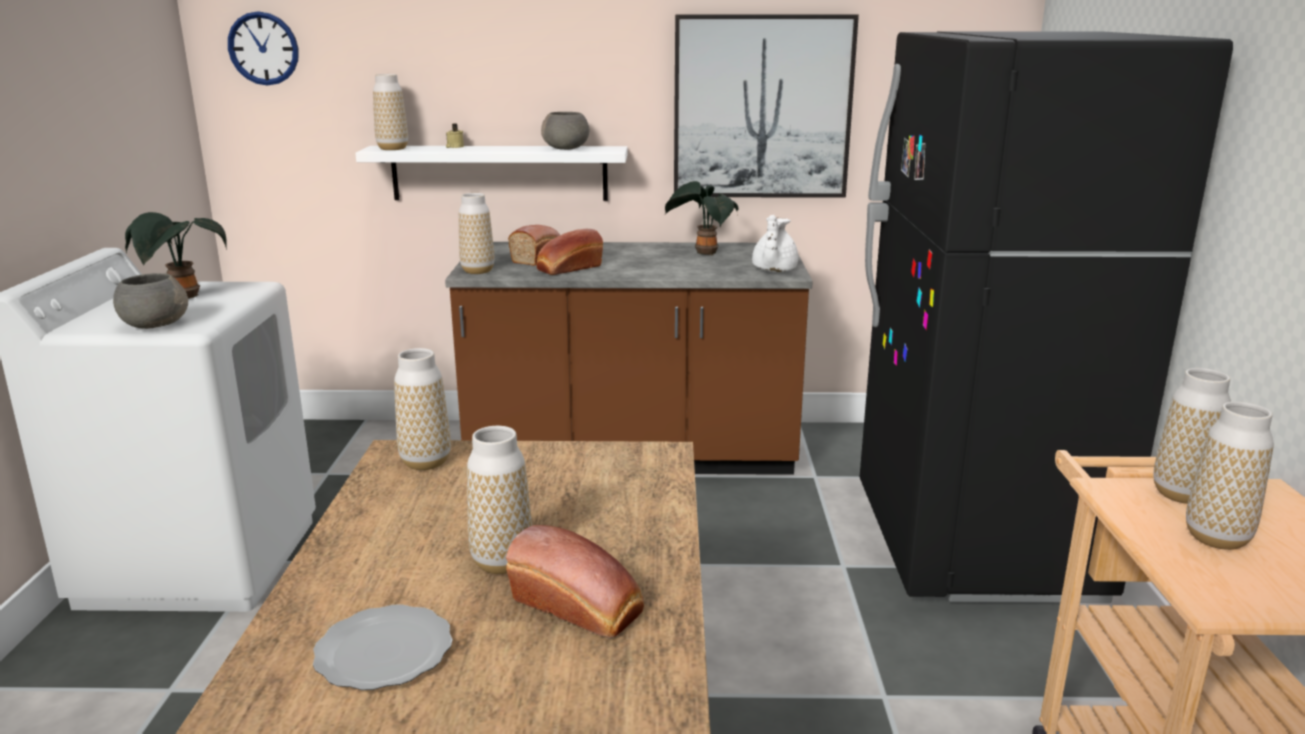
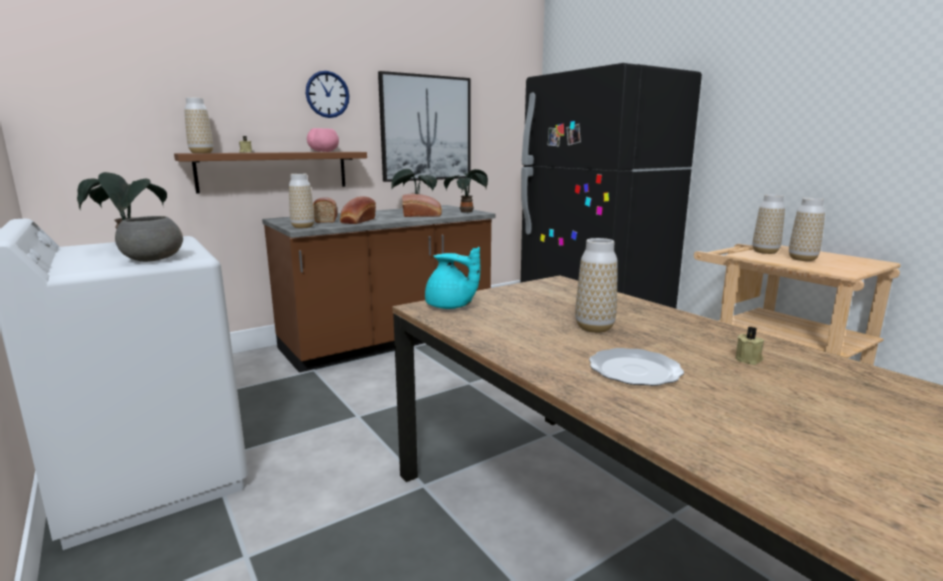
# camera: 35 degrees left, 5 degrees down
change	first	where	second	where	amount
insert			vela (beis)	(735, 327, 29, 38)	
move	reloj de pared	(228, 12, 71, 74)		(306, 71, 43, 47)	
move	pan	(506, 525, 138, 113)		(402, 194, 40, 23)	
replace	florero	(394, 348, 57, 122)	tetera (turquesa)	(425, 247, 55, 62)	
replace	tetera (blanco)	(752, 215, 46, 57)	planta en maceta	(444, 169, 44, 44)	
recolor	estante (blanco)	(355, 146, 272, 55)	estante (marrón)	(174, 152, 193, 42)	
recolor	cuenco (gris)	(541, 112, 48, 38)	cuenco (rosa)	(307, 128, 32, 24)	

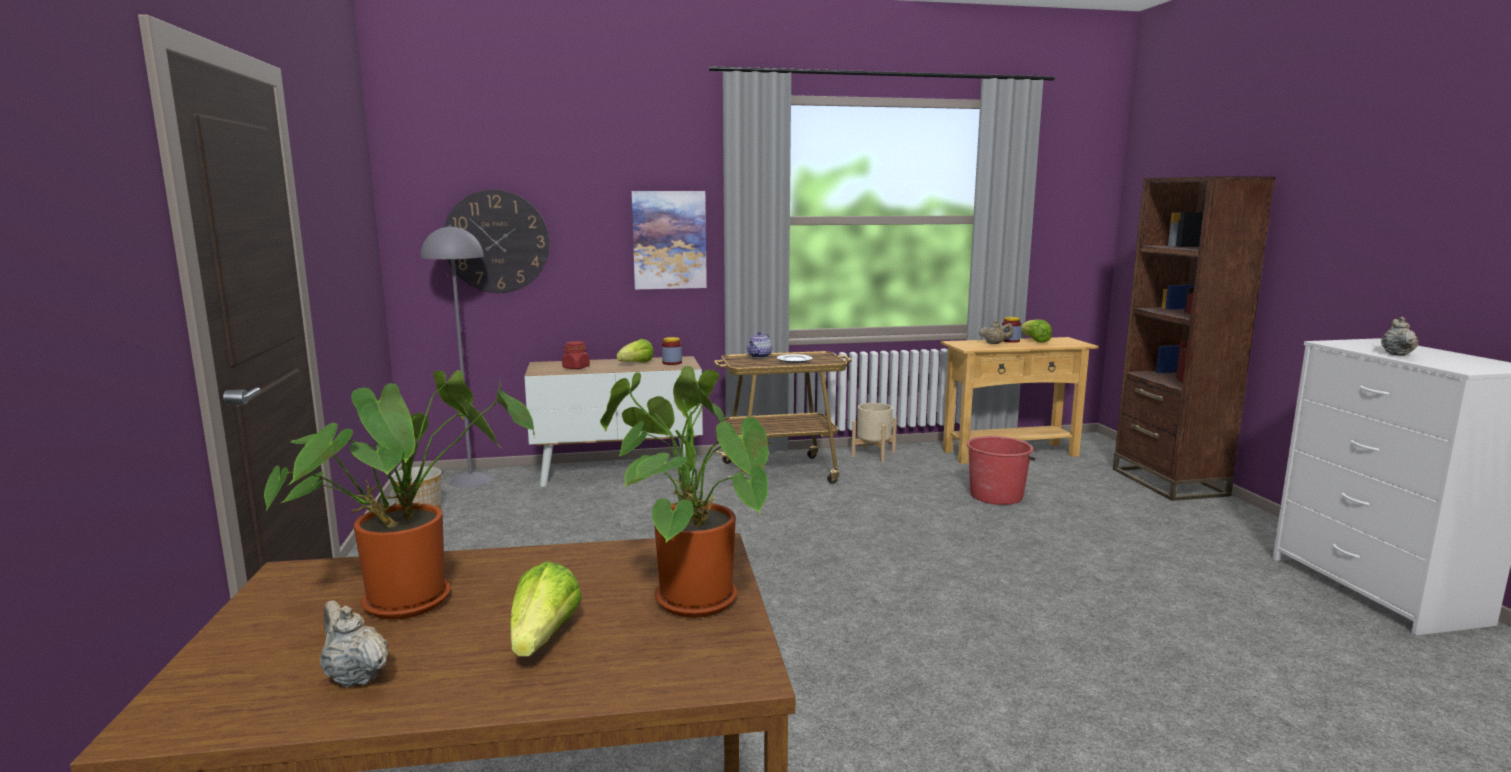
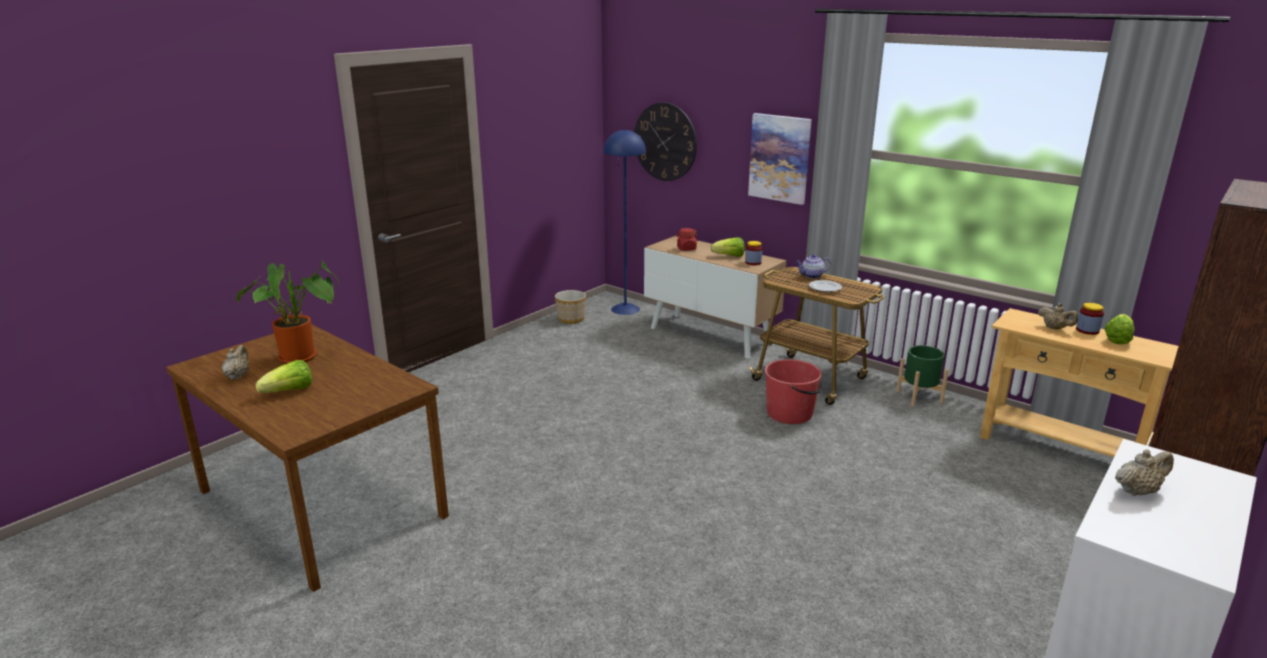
# camera: 50 degrees right, 10 degrees up
change	first	where	second	where	amount
delete	planta en maceta	(600, 366, 173, 252)			
move	cubo (rojo)	(967, 436, 69, 69)		(765, 359, 57, 65)	
recolor	lámpara de pie (gris)	(421, 225, 72, 263)	lámpara de pie (azul)	(604, 129, 42, 186)	
recolor	maceta (beis)	(851, 403, 46, 59)	maceta (verde)	(896, 346, 53, 60)	

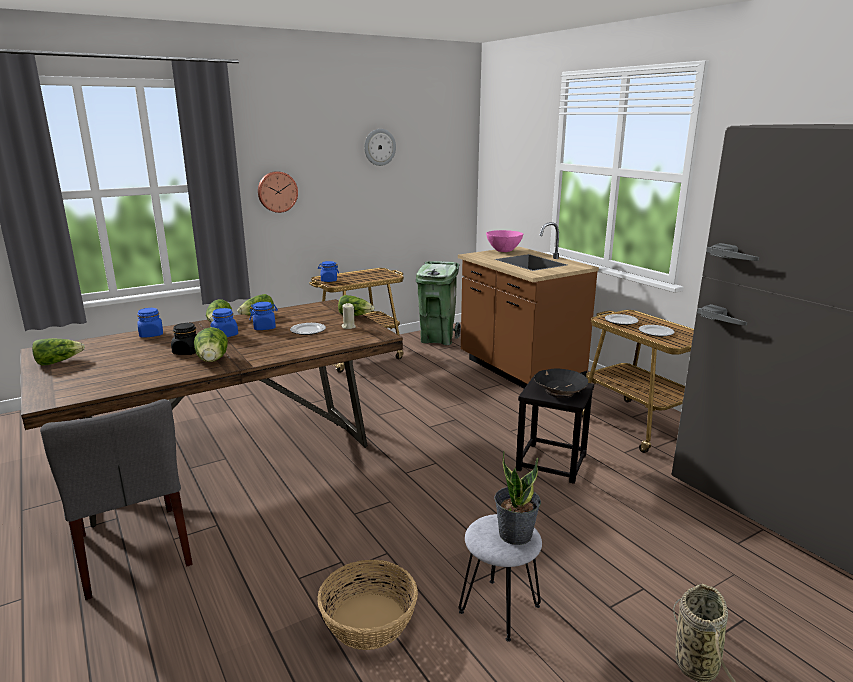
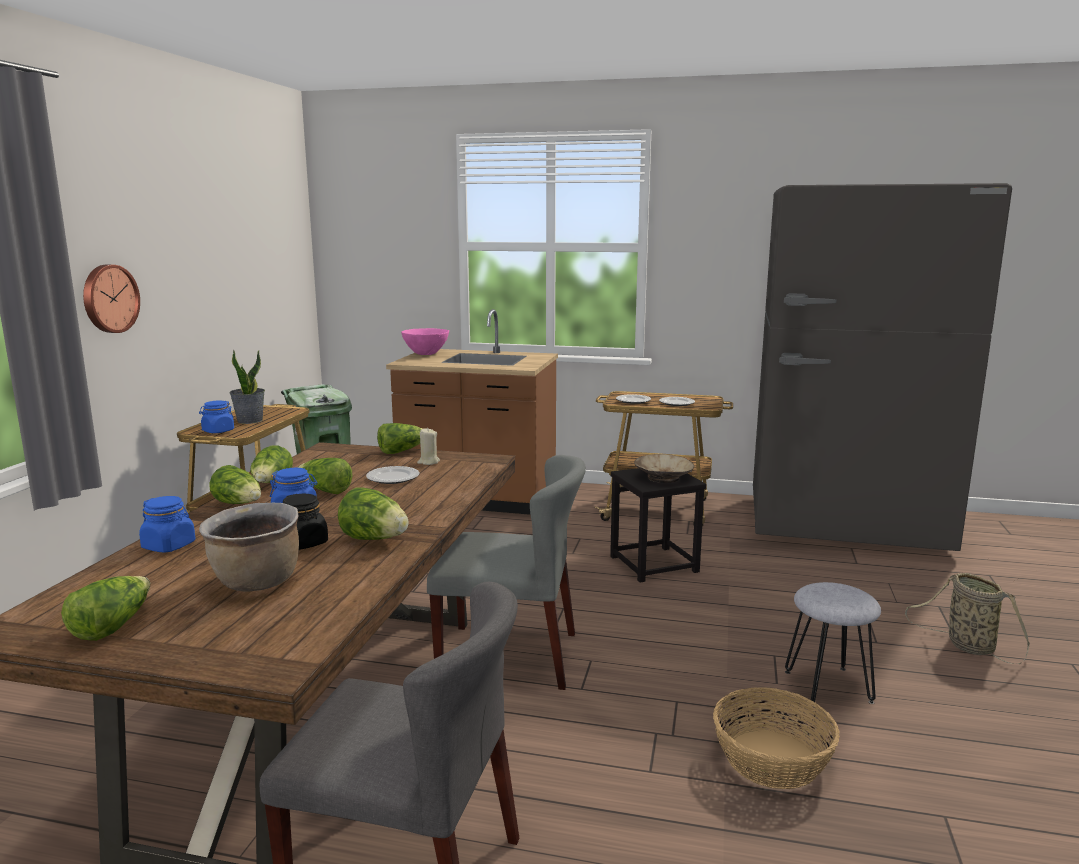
# camera: 45 degrees left, 5 degrees down
change	first	where	second	where	amount
delete	reloj de pared	(364, 129, 32, 37)			
insert			olla (marrón)	(199, 503, 100, 89)	
insert			silla (gris)	(427, 455, 159, 235)	
move	planta en maceta	(494, 451, 47, 94)		(229, 350, 36, 74)	
replace	tarro (azul)	(250, 302, 28, 28)	lechuga	(297, 458, 56, 36)	
recolor	cuenco (negro)	(534, 368, 54, 30)	cuenco (beis)	(634, 454, 60, 29)	

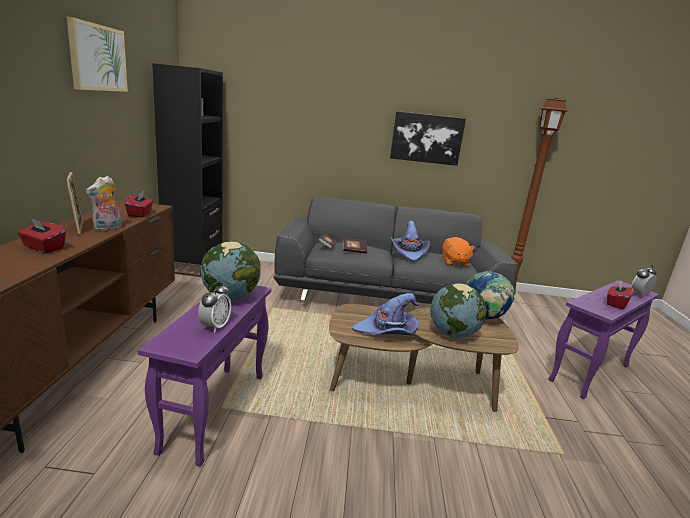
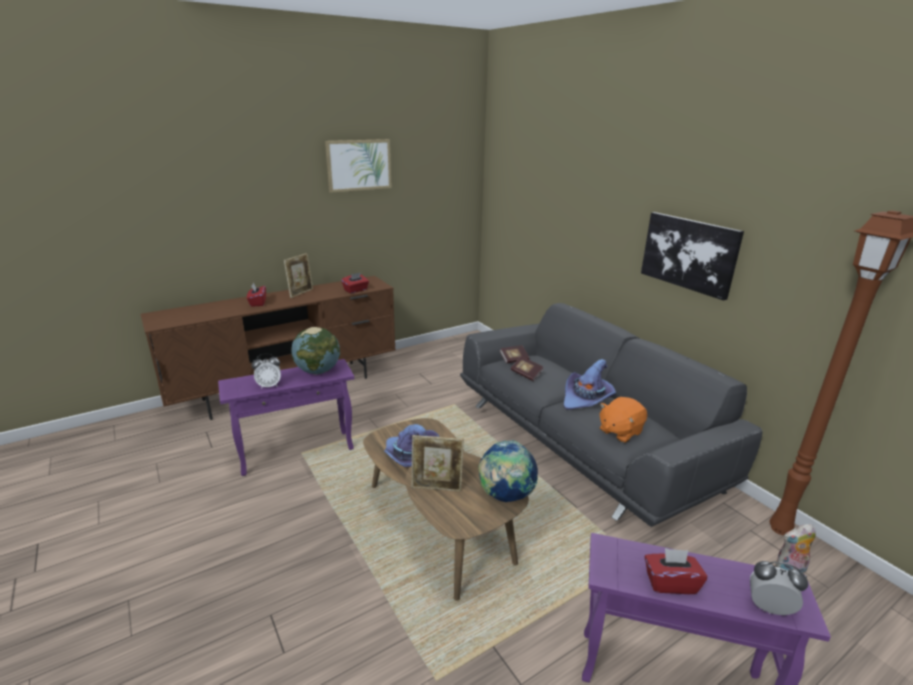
# camera: 55 degrees right, 5 degrees up
change	first	where	second	where	amount
delete	estantería (negro)	(152, 63, 71, 214)			
move	peluche	(86, 176, 35, 55)		(776, 524, 40, 49)	
replace	globo terráqueo	(430, 283, 57, 55)	portarretratos	(411, 435, 53, 57)	

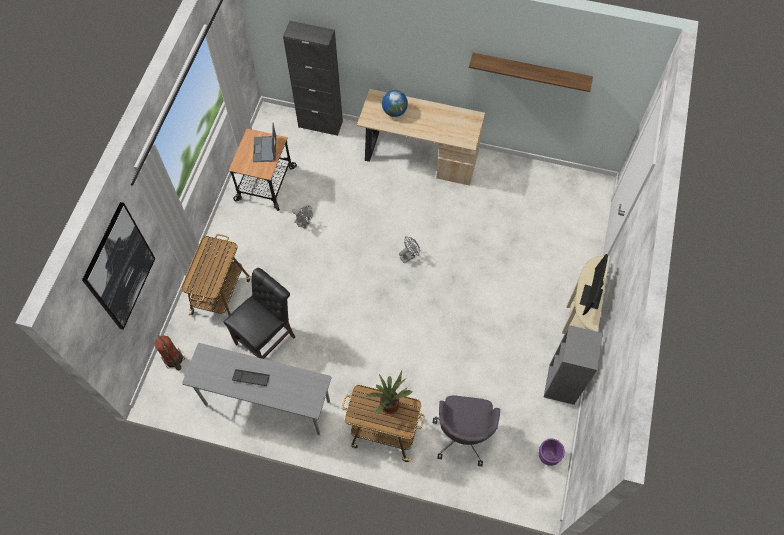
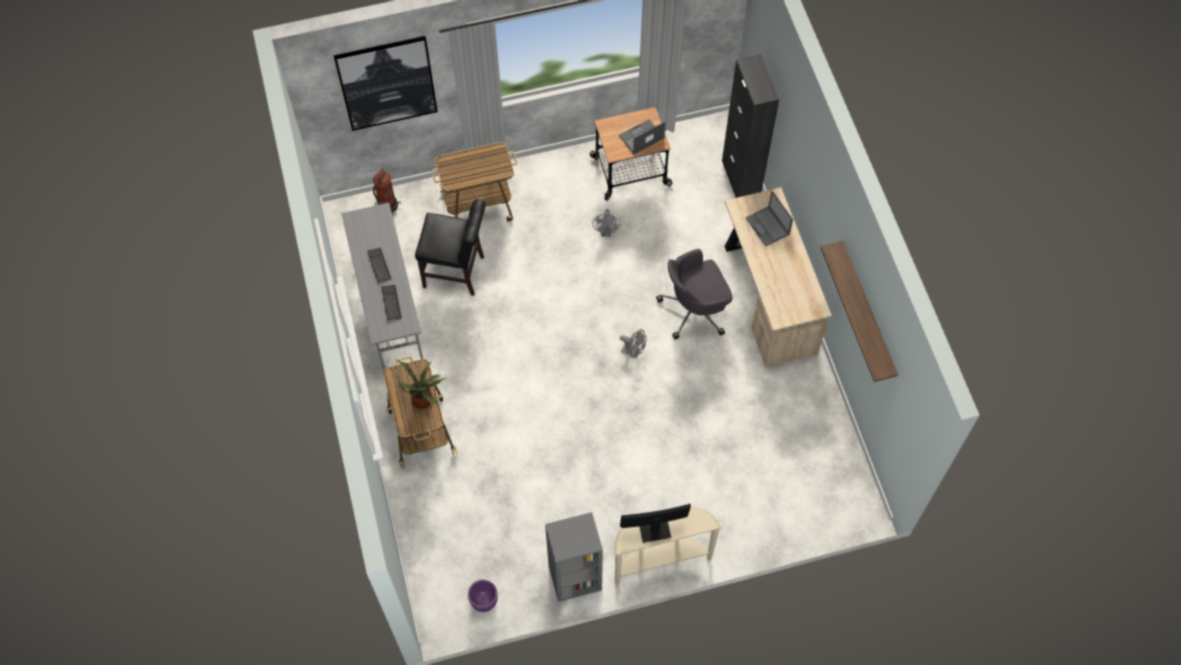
# camera: 60 degrees right, 0 degrees up
change	first	where	second	where	amount
insert			teclado	(381, 285, 21, 35)	
move	silla de oficina (gris)	(433, 396, 67, 70)		(656, 249, 76, 90)	
replace	globo terráqueo	(382, 90, 26, 27)	portátil	(745, 191, 48, 56)	

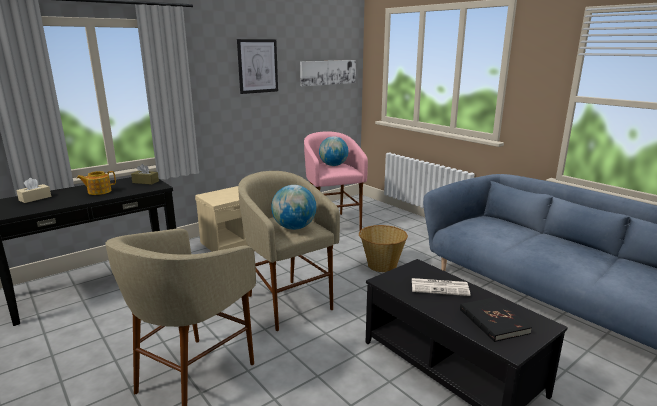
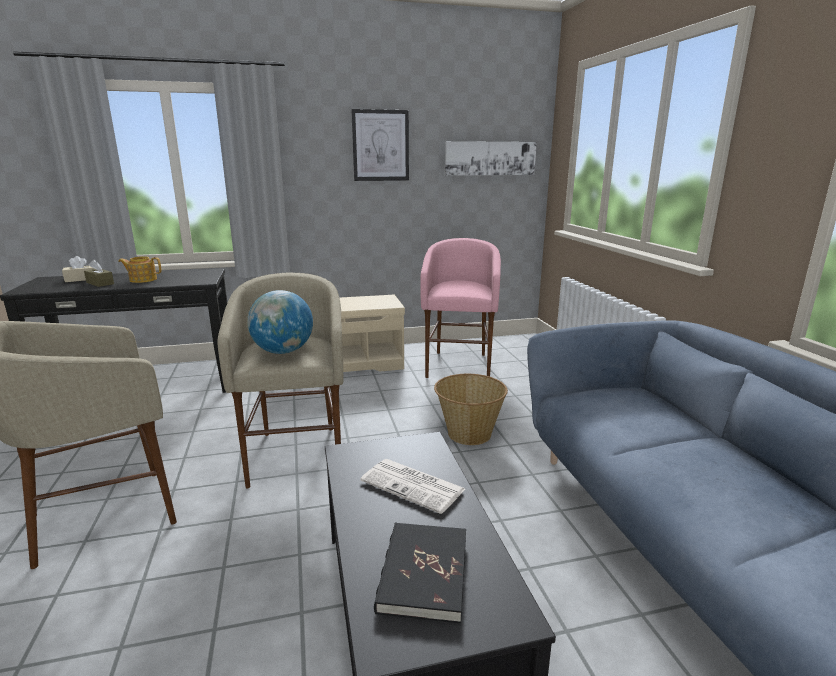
# camera: 25 degrees right, 0 degrees up
change	first	where	second	where	amount
delete	globo terráqueo	(319, 136, 29, 30)			
move	caja de pañuelos (marrón)	(131, 164, 28, 21)		(84, 260, 30, 27)	

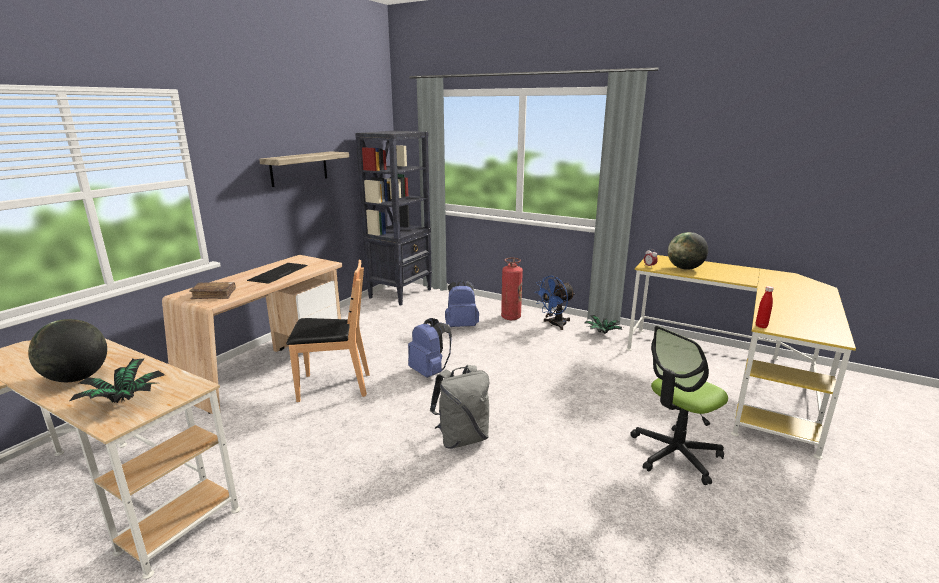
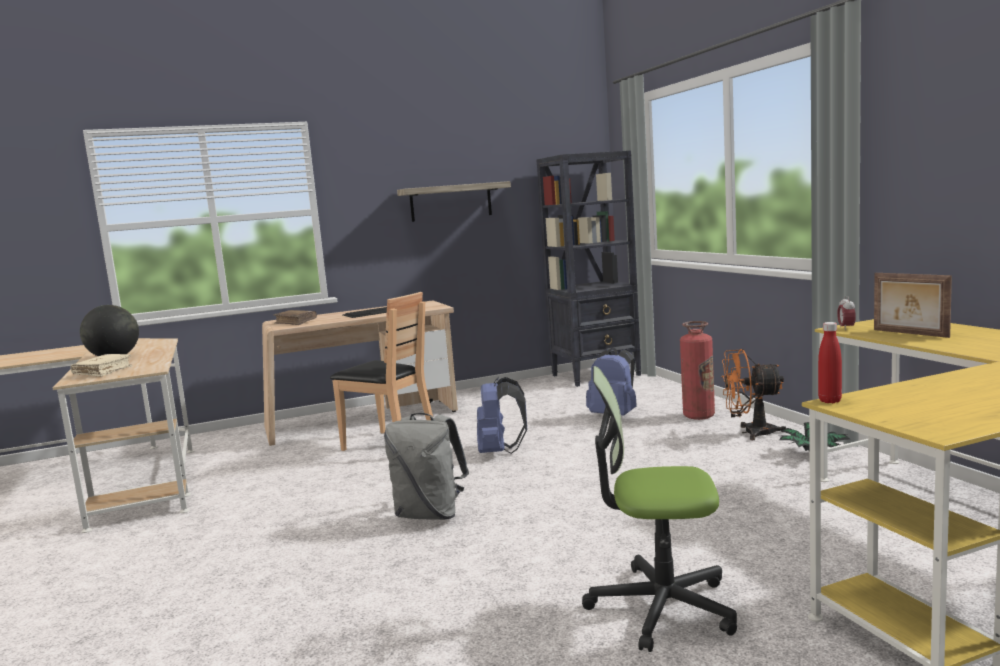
# camera: 40 degrees right, 10 degrees down
change	first	where	second	where	amount
replace	planta en maceta	(70, 358, 95, 45)	libro (beis)	(70, 354, 62, 23)	
replace	globo terráqueo	(668, 232, 40, 38)	portarretratos	(874, 273, 78, 65)	
recolor	ventilador (azul)	(534, 276, 41, 54)	ventilador (naranja)	(722, 349, 64, 91)	

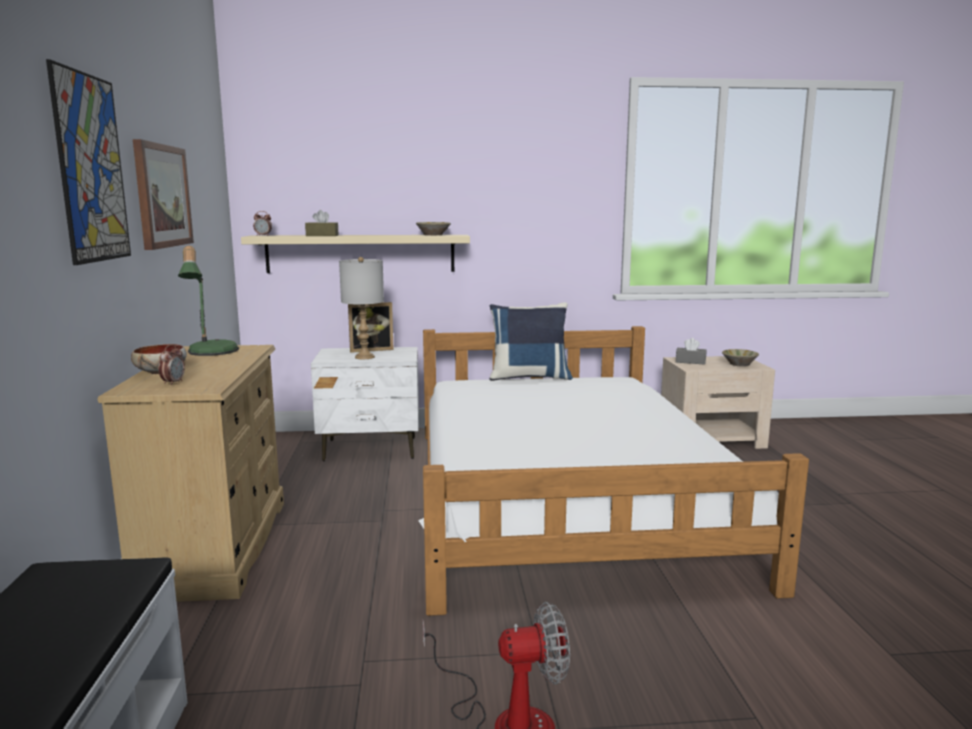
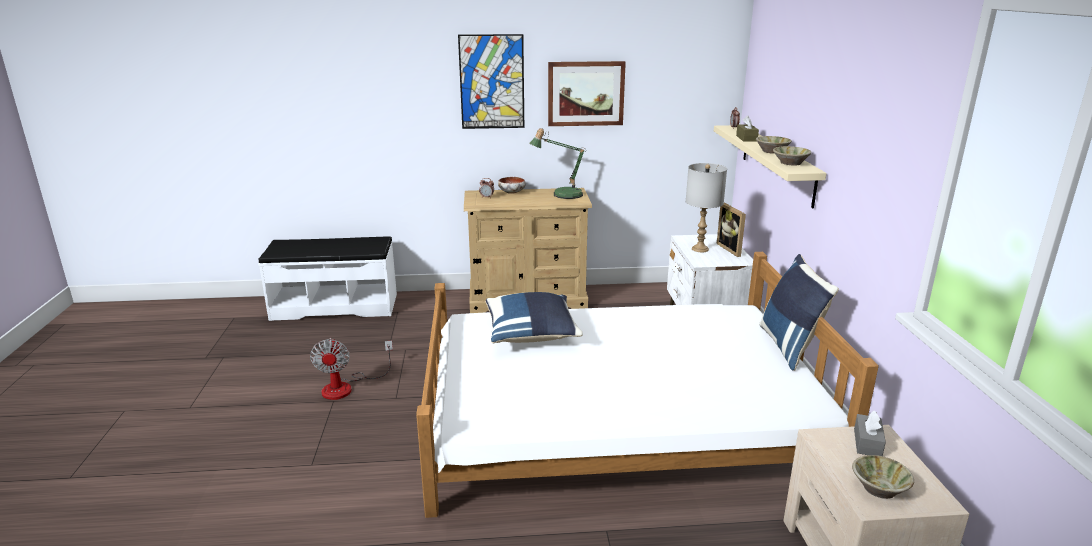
# camera: 90 degrees right, 10 degrees up
change	first	where	second	where	amount
insert			cojín (azul)	(485, 292, 98, 51)	
insert			cuenco (beis)	(756, 136, 36, 18)	

